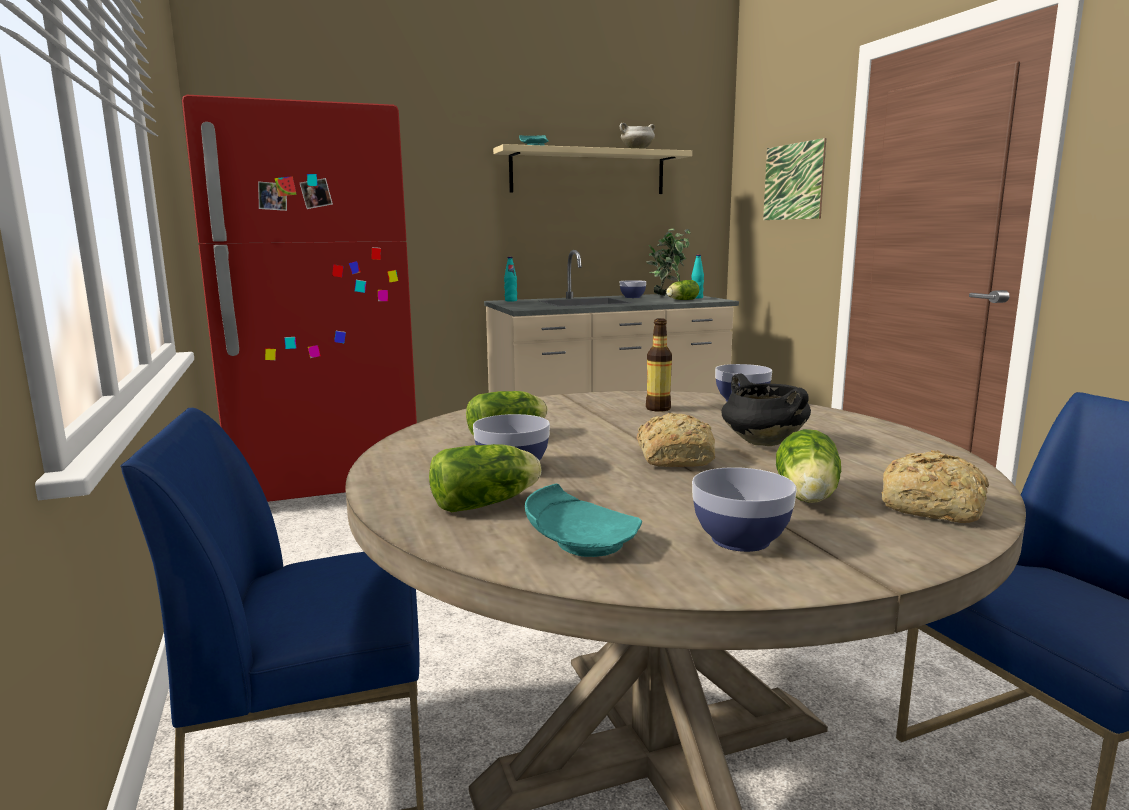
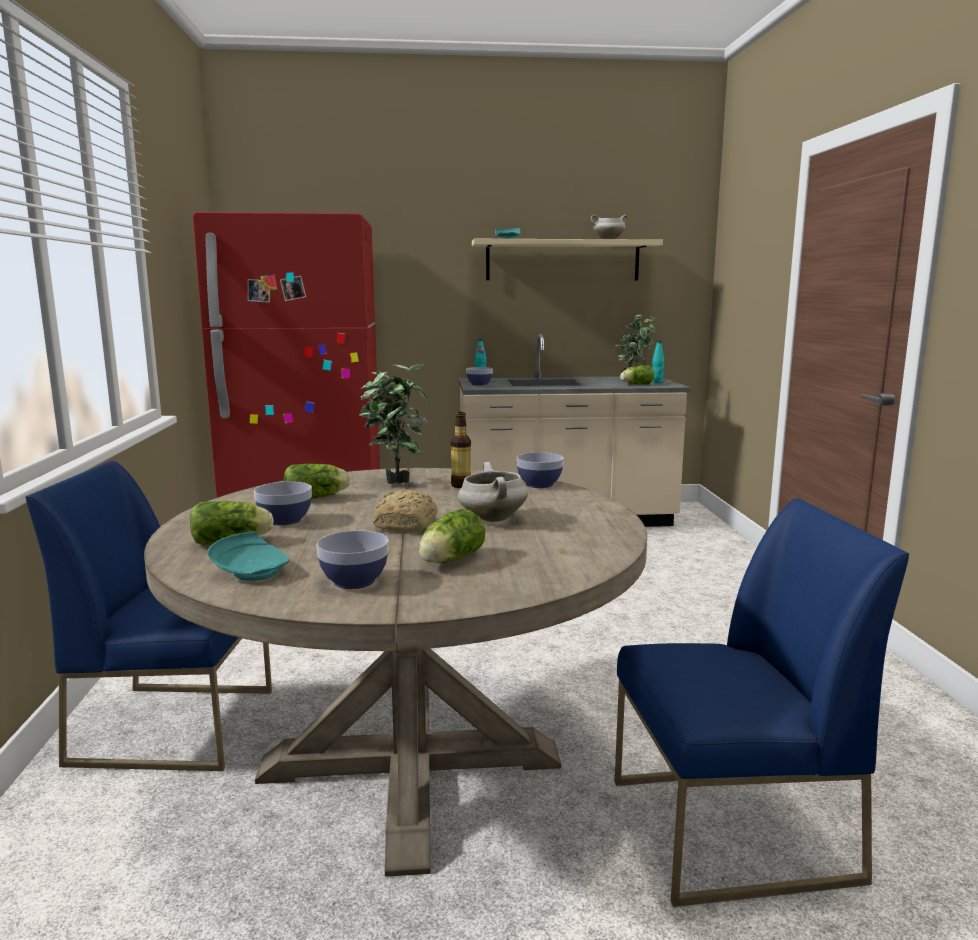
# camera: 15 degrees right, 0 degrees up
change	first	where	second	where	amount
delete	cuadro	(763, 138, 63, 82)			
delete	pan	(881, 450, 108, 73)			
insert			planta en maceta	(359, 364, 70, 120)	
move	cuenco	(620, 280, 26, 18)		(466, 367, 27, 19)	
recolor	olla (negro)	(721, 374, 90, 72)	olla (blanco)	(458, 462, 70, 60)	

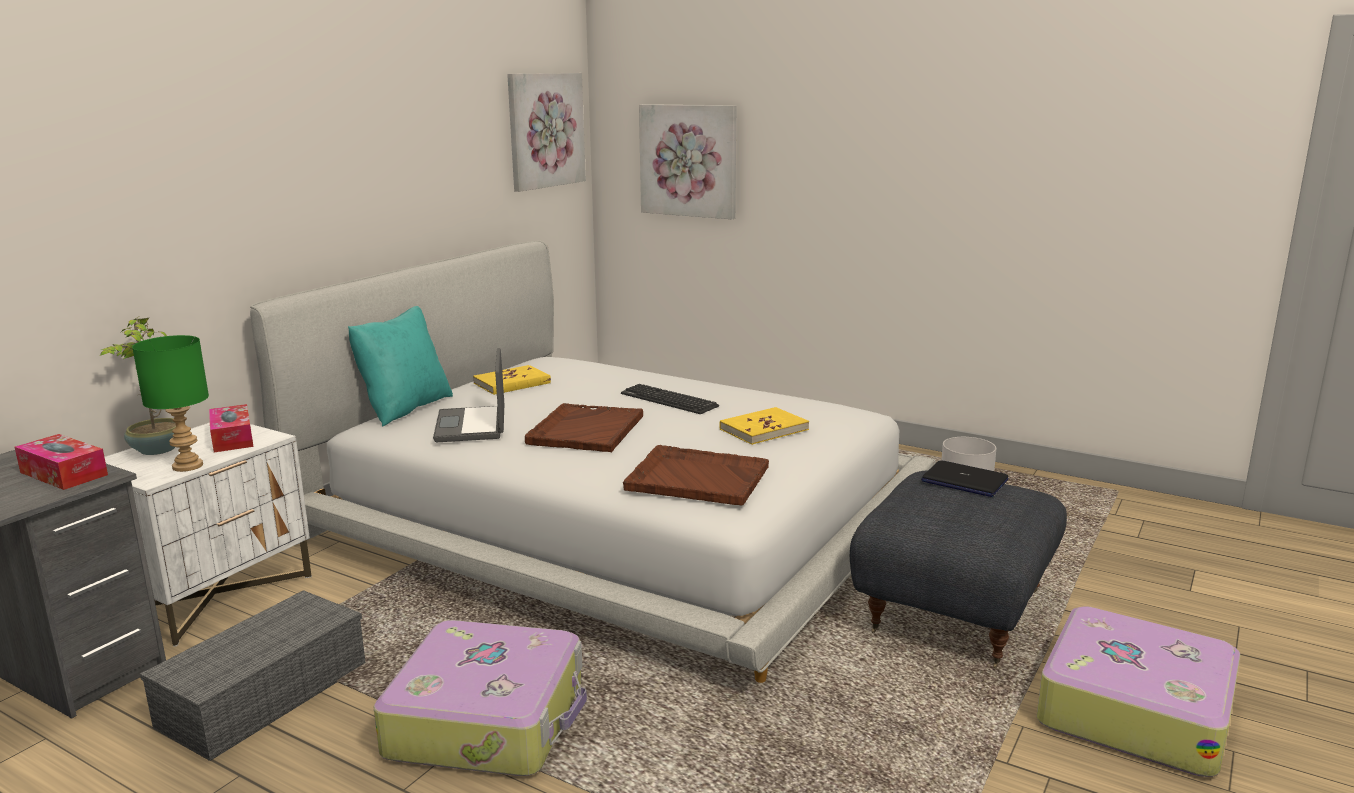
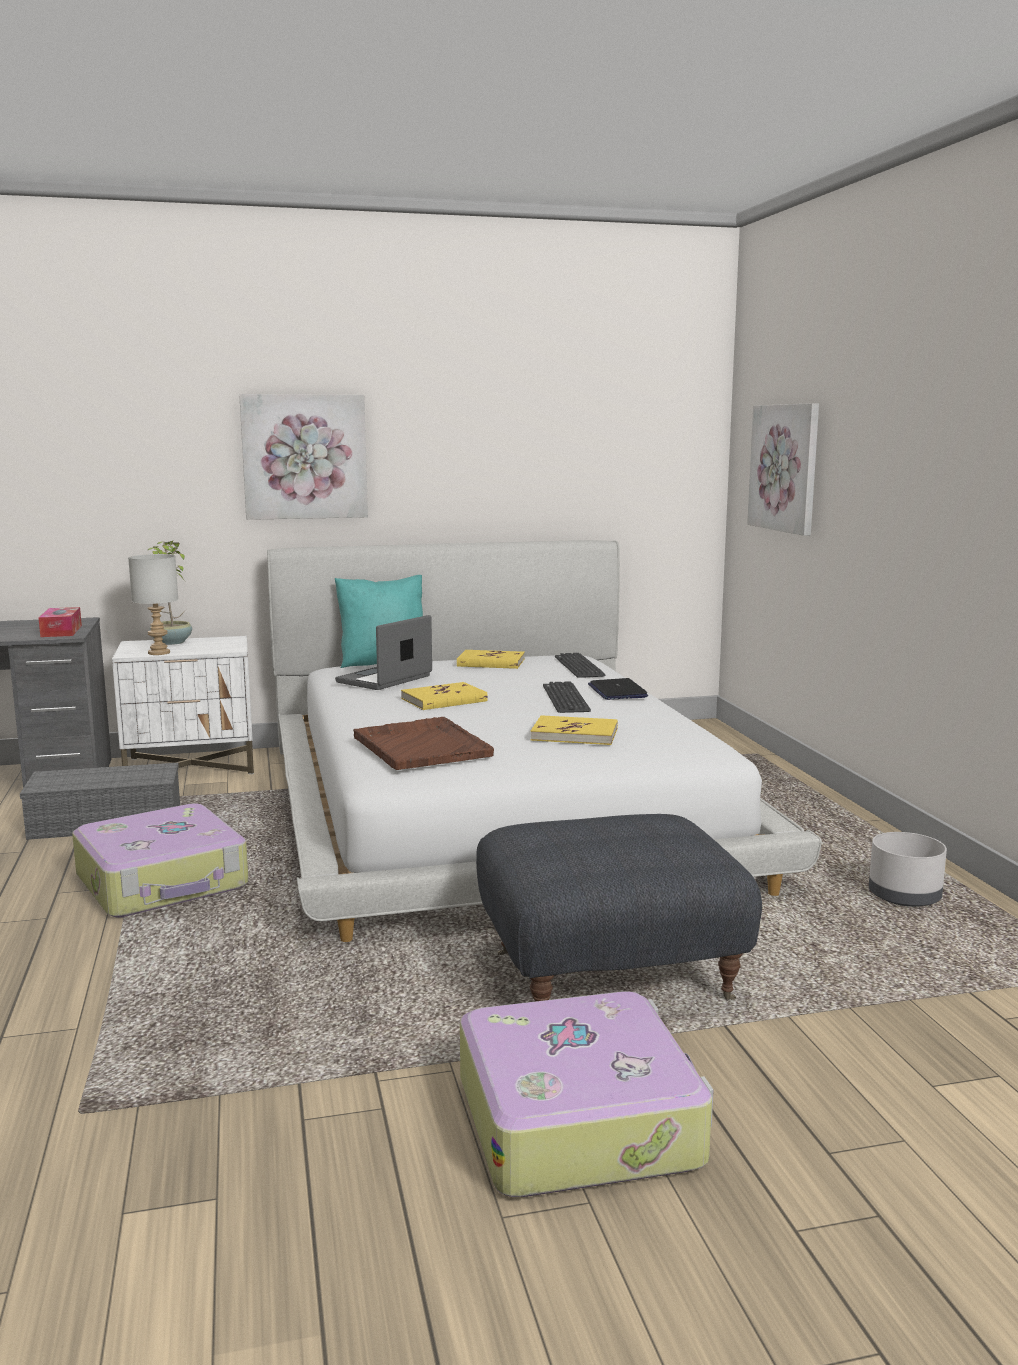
# camera: 45 degrees right, 5 degrees down
change	first	where	second	where	amount
delete	caja de pañuelos	(209, 404, 45, 48)			
insert			teclado	(555, 653, 50, 25)	
move	cuadro	(507, 73, 79, 119)		(239, 394, 129, 126)	
move	portátil	(921, 460, 87, 37)		(588, 678, 60, 22)	
replace	bandeja (marrón)	(525, 403, 118, 49)	libro (amarillo)	(401, 682, 87, 28)	
recolor	lámpara de mesa (verde)	(132, 335, 77, 137)	lámpara de mesa (gris)	(128, 554, 50, 101)	

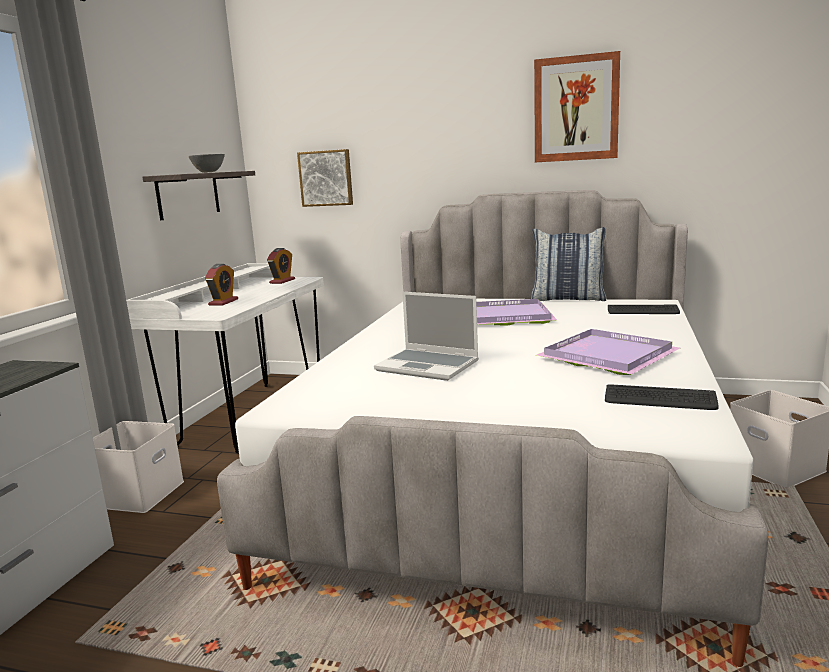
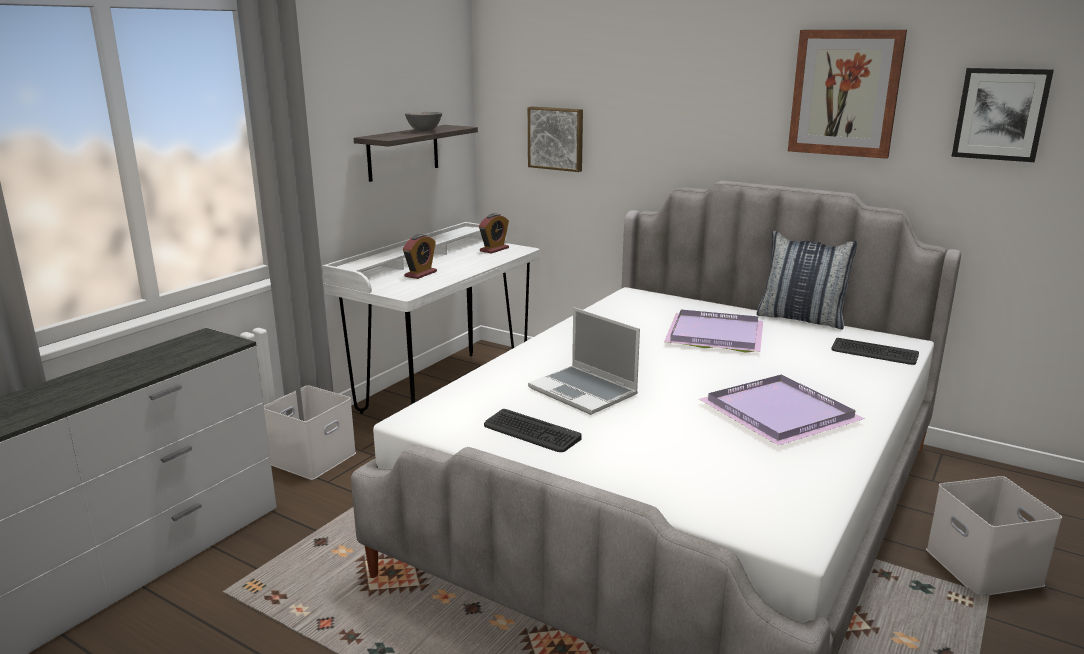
# camera: 15 degrees right, 5 degrees up
change	first	where	second	where	amount
insert			cuadro	(951, 68, 103, 94)	
move	teclado	(605, 384, 113, 26)		(484, 409, 98, 43)	

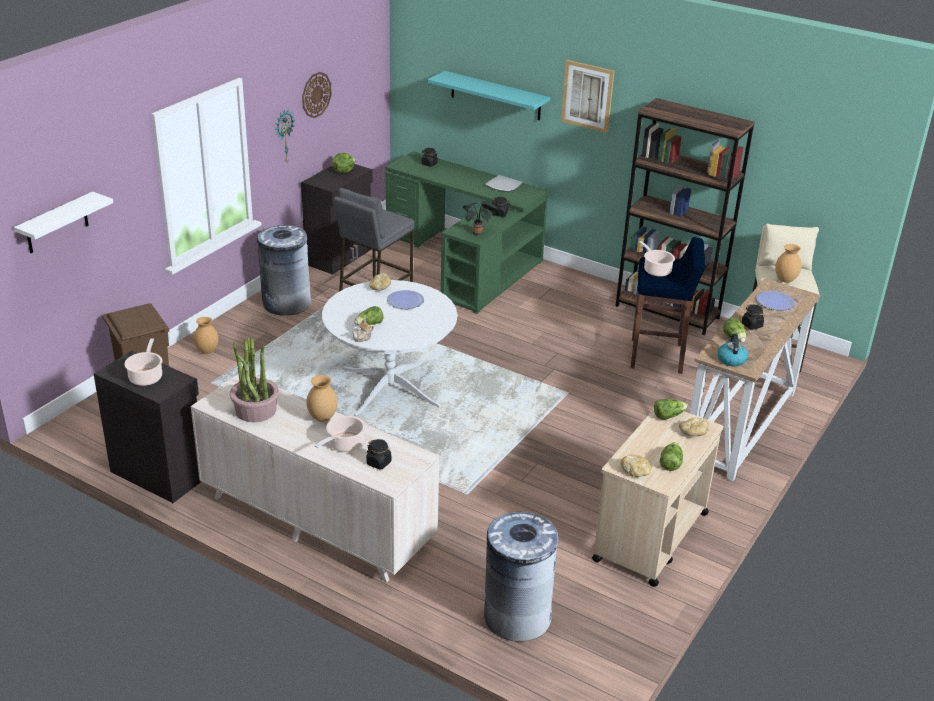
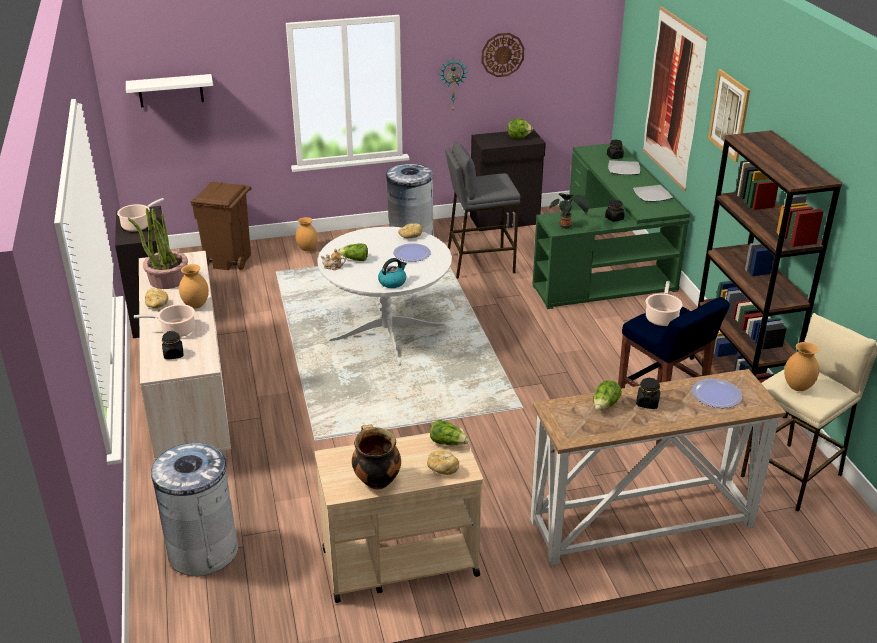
# camera: 45 degrees right, 0 degrees up
change	first	where	second	where	amount
insert			plato	(608, 160, 32, 15)	
move	pan	(621, 454, 30, 23)		(145, 288, 23, 21)	
move	hervidor	(717, 334, 31, 32)		(378, 258, 29, 30)	
replace	estante (turquesa)	(427, 71, 123, 49)	cuadro	(643, 6, 65, 185)	
replace	lechuga	(660, 442, 23, 29)	olla	(352, 425, 49, 65)	

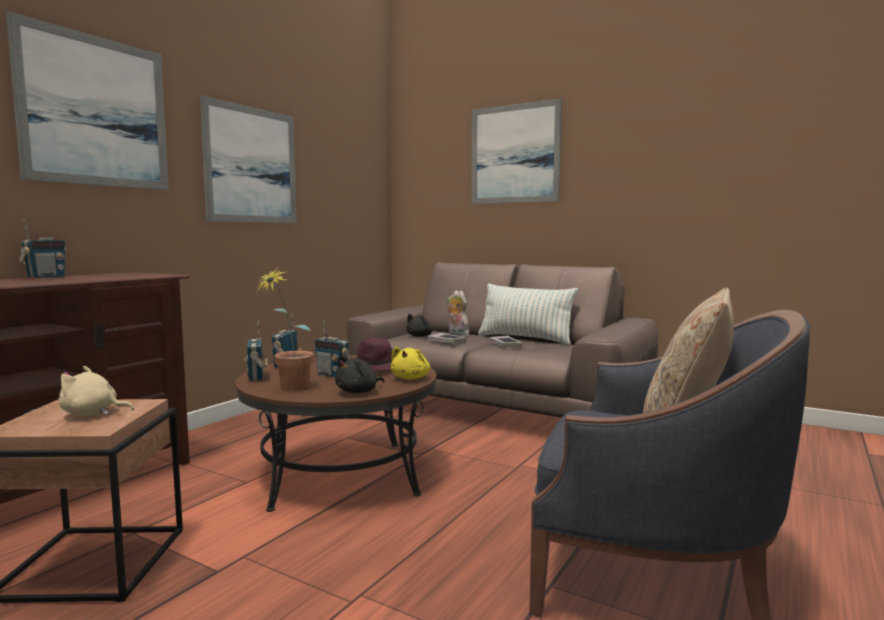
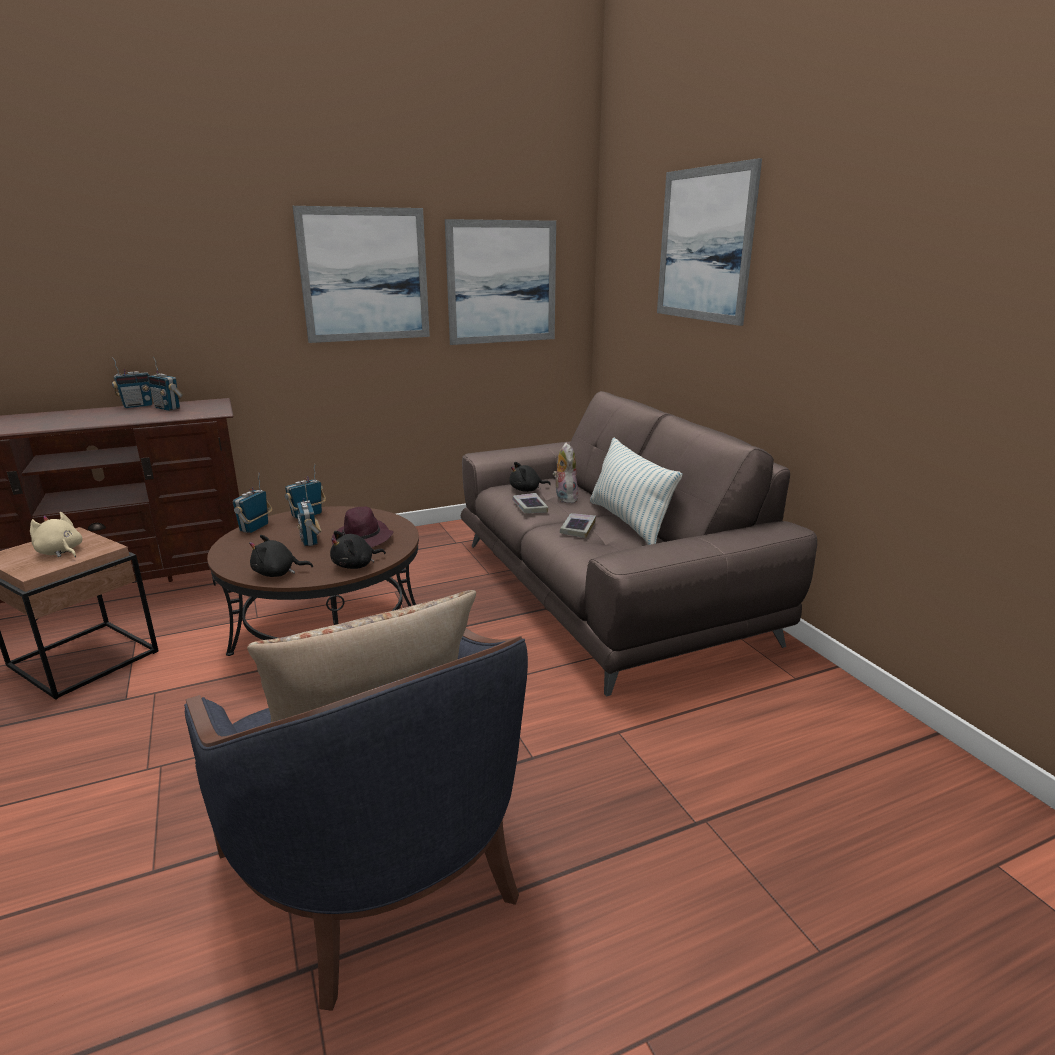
# camera: 35 degrees right, 15 degrees up
change	first	where	second	where	amount
delete	planta en maceta	(257, 268, 57, 122)			
insert			radio	(148, 357, 35, 54)	
move	cuadro	(6, 11, 163, 179)		(445, 219, 111, 126)	
recolor	peluche (amarillo)	(391, 346, 39, 33)	peluche (negro)	(330, 531, 56, 38)	

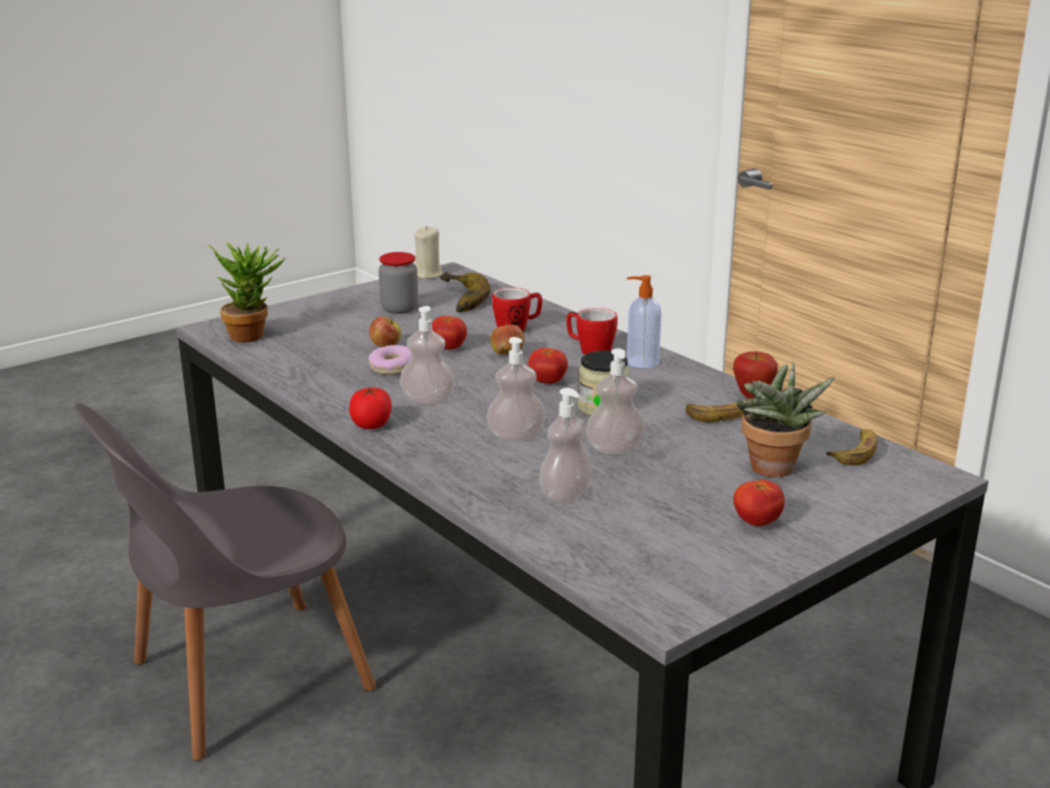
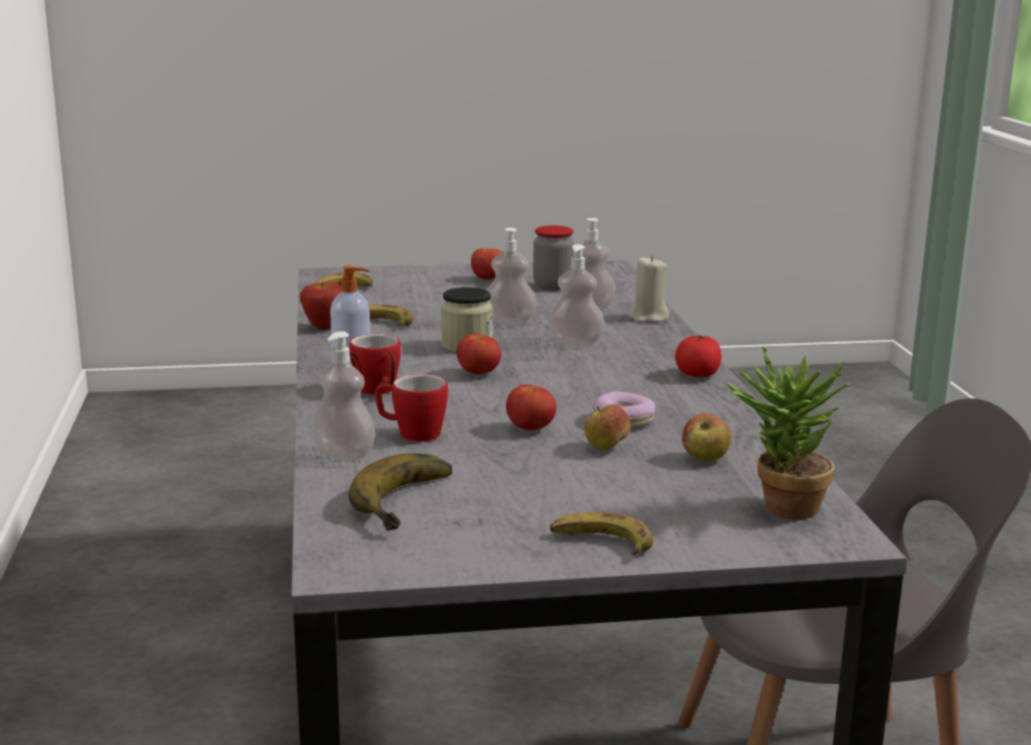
# camera: 150 degrees left, 5 degrees down
change	first	where	second	where	amount
delete	planta en maceta	(735, 362, 100, 115)			
insert			plátano	(550, 512, 103, 43)	
move	tarro	(379, 252, 39, 62)		(533, 225, 41, 65)	
move	dispensador de jabón	(400, 306, 55, 98)		(312, 331, 63, 130)	
move	vela (beis)	(414, 226, 29, 53)		(629, 256, 40, 66)	
move	manzana	(490, 323, 34, 32)		(682, 413, 49, 49)	

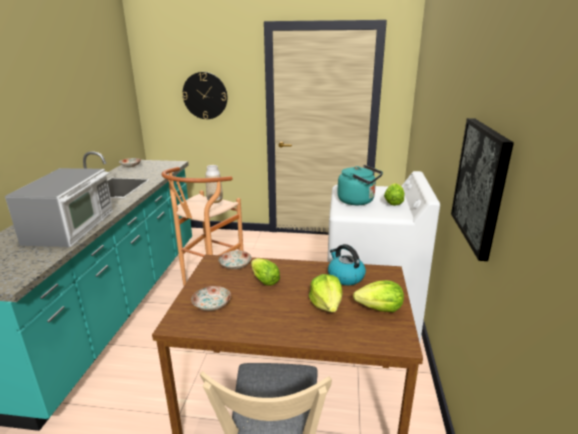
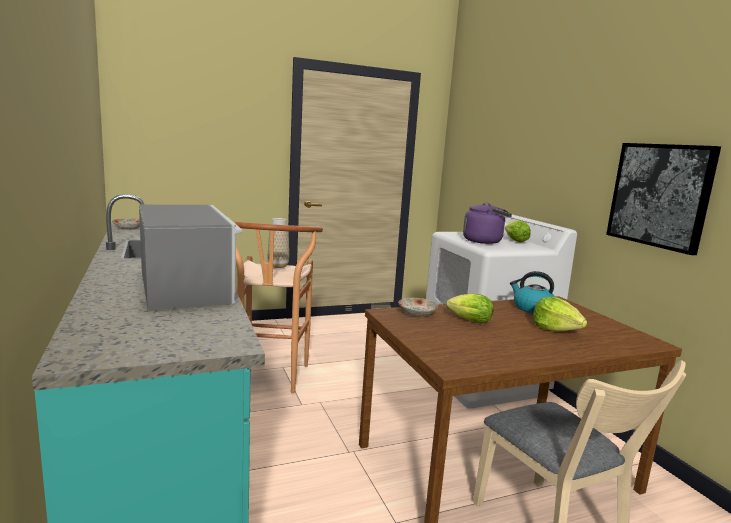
# camera: 30 degrees left, 10 degrees down
change	first	where	second	where	amount
delete	reloj de pared	(182, 72, 45, 47)			
delete	plato	(191, 286, 40, 25)			
delete	lechuga	(353, 280, 51, 32)			
recolor	hervidor (turquesa)	(337, 165, 46, 40)	hervidor (morado)	(463, 203, 49, 41)	

